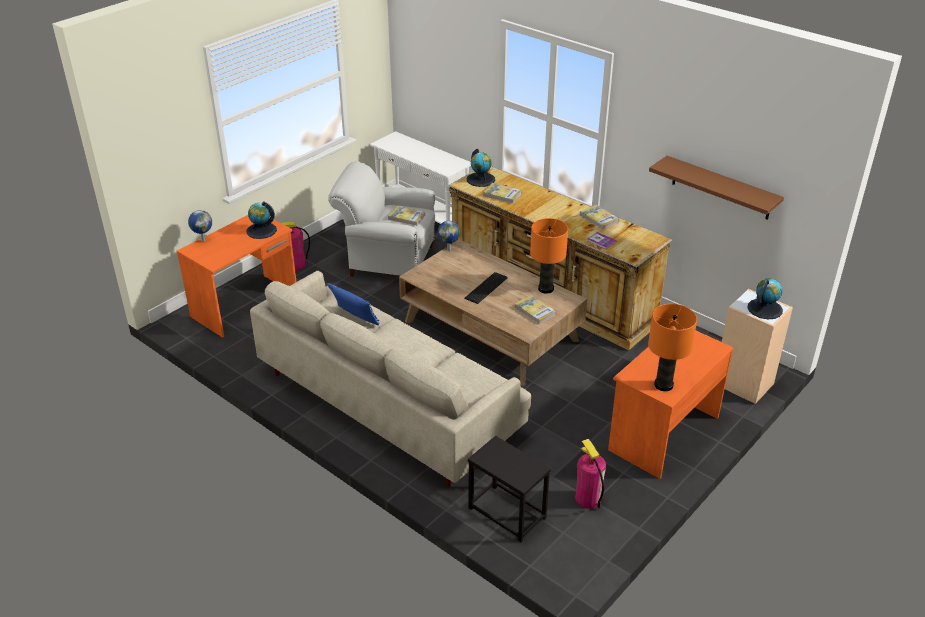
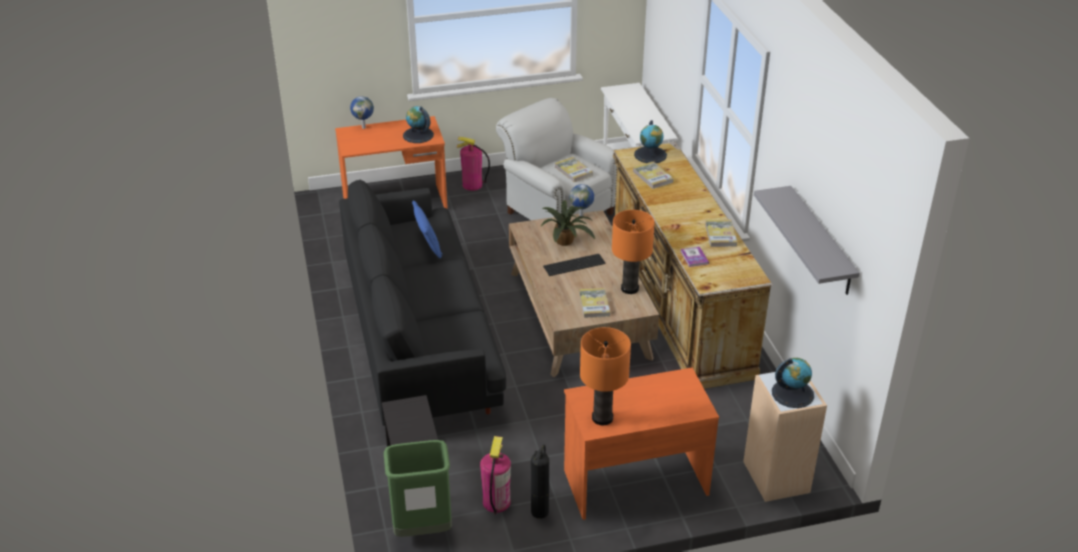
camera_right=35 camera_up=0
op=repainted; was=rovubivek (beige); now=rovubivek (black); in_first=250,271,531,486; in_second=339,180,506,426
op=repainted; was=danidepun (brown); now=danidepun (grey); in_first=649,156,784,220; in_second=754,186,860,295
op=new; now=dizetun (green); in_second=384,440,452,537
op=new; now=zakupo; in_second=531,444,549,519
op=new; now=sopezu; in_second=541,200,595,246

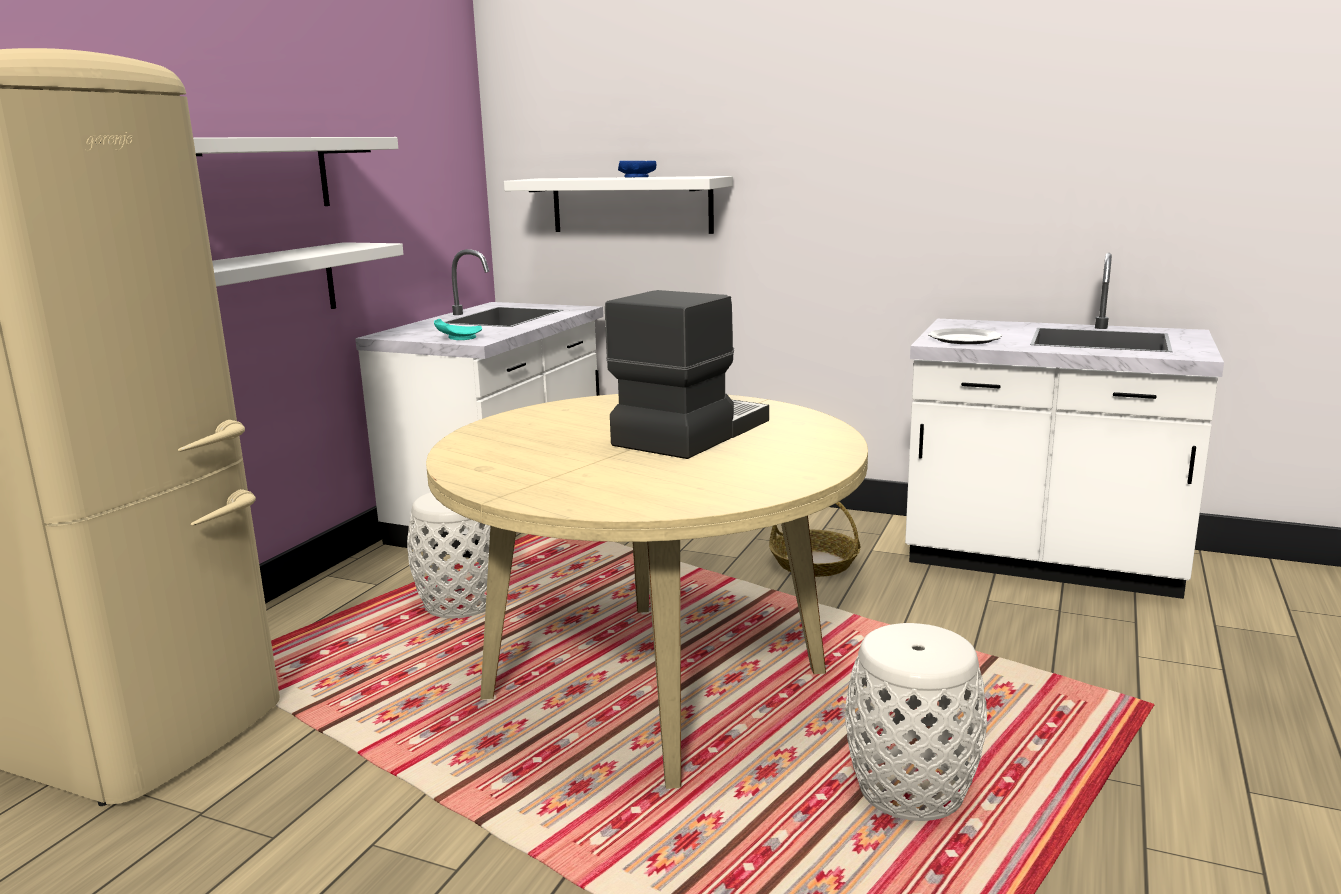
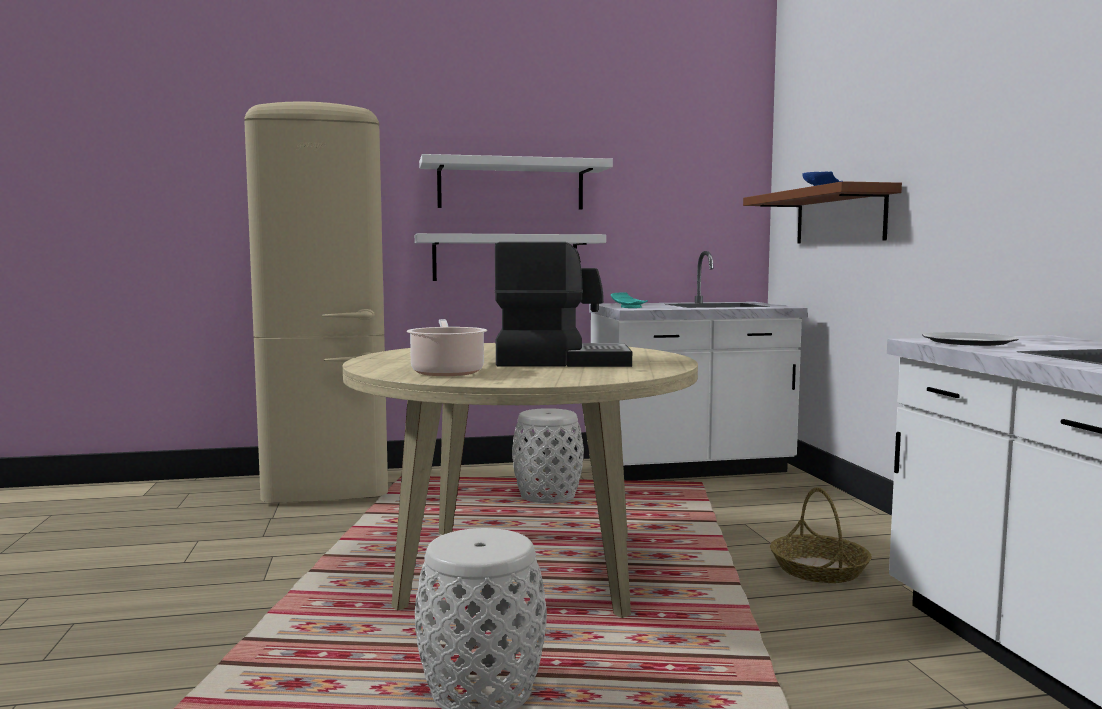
camera_right=55 camera_up=-10
op=repainted; was=danidepun (white); now=danidepun (brown); in_first=504,176,733,234; in_second=743,181,902,243
op=new; now=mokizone; in_second=406,319,487,376

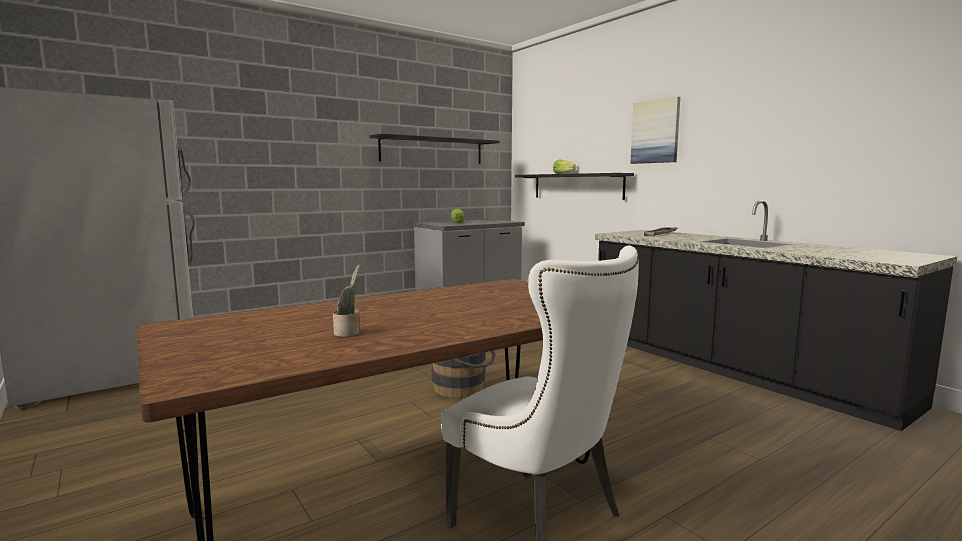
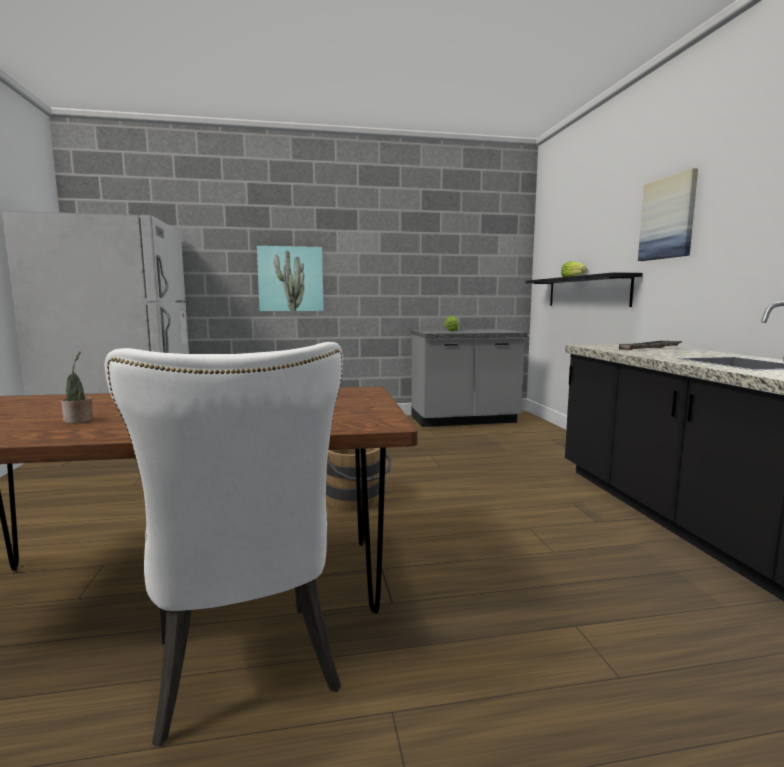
camera_right=25 camera_up=0
op=gone; was=danidepun (black); in_first=369,134,500,164
op=new; now=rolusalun; in_second=257,246,324,311

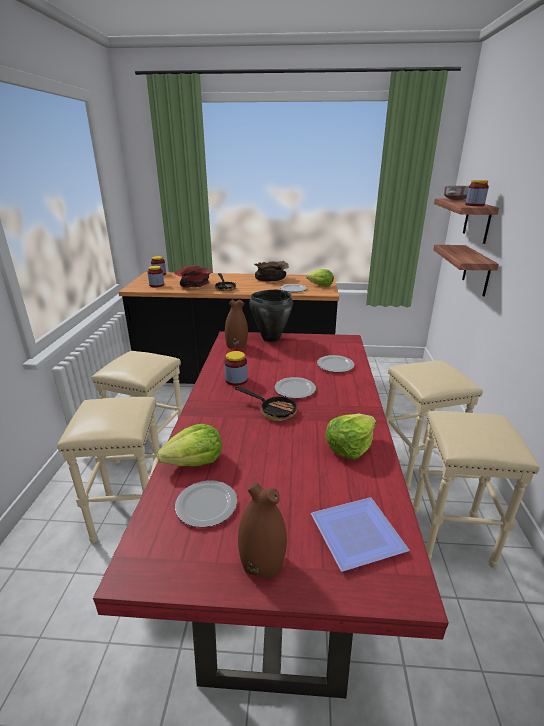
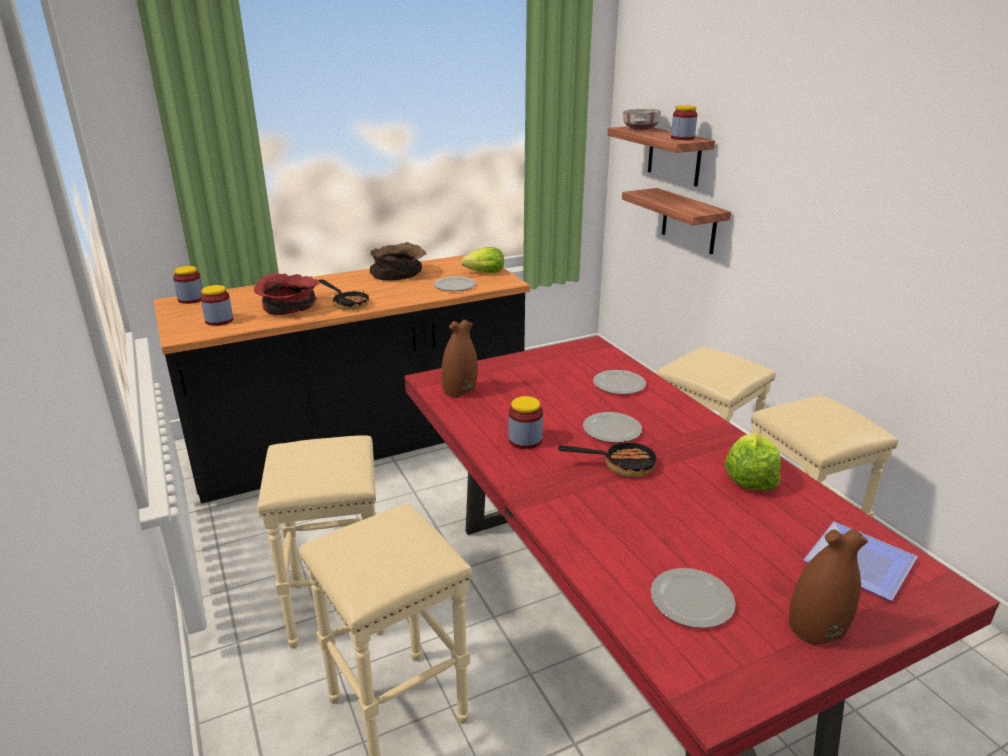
camera_right=-30 camera_up=0
op=gone; was=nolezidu; in_first=157,424,222,466
op=gone; was=mokizone (black); in_first=249,290,293,342

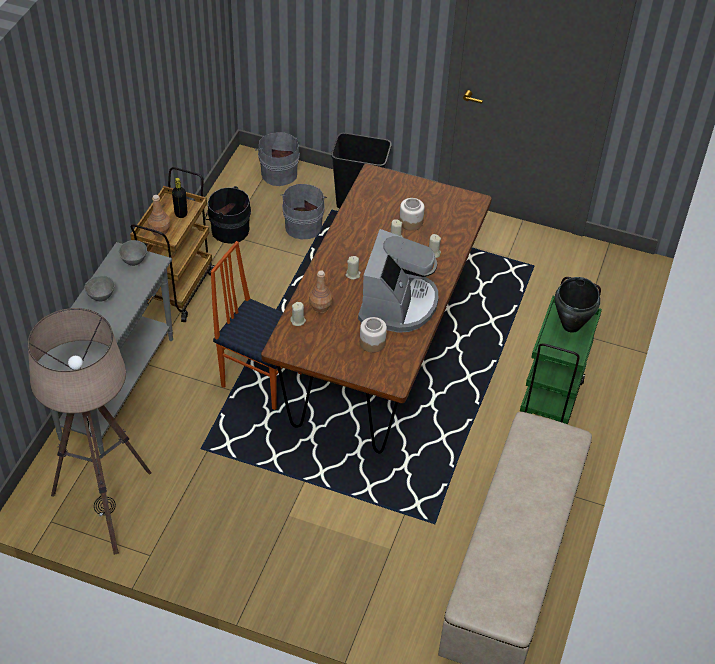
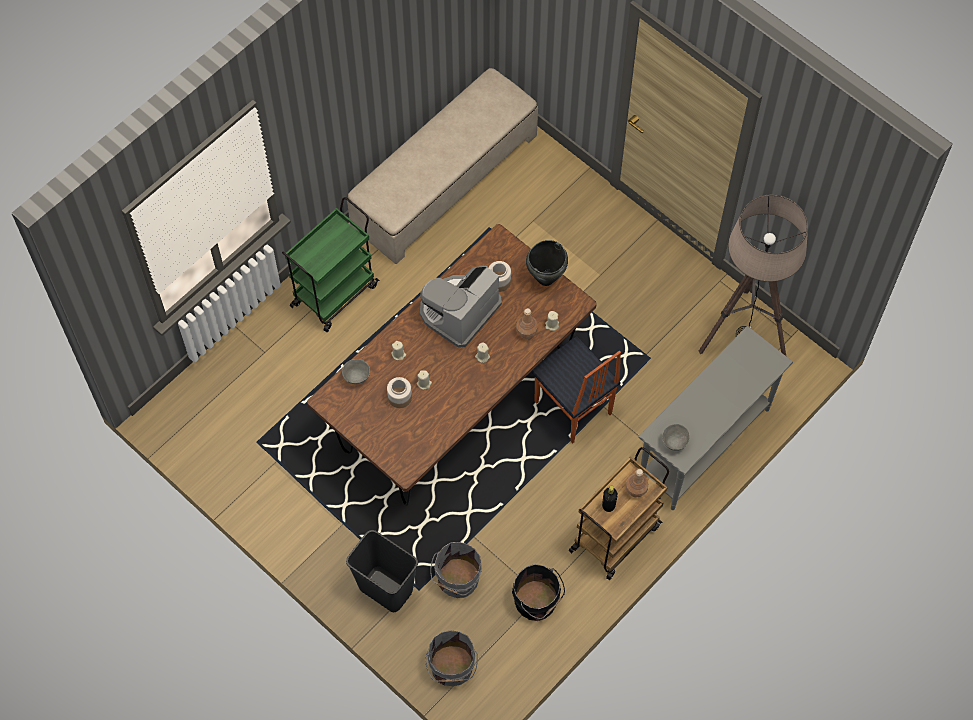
camera_right=-155 camera_up=15
op=shifted; was=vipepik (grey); in_first=84,276,115,302; in_second=342,359,370,384
op=shifted; was=mokizone (black); in_first=555,277,600,333; in_second=526,240,568,286

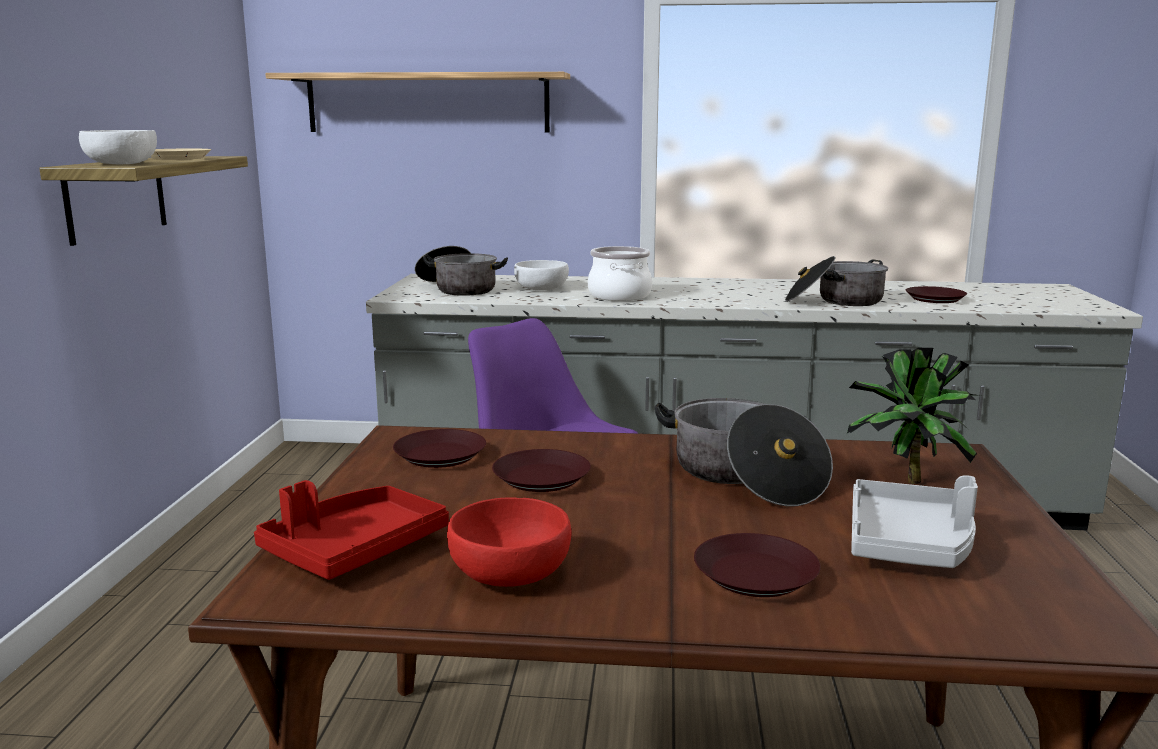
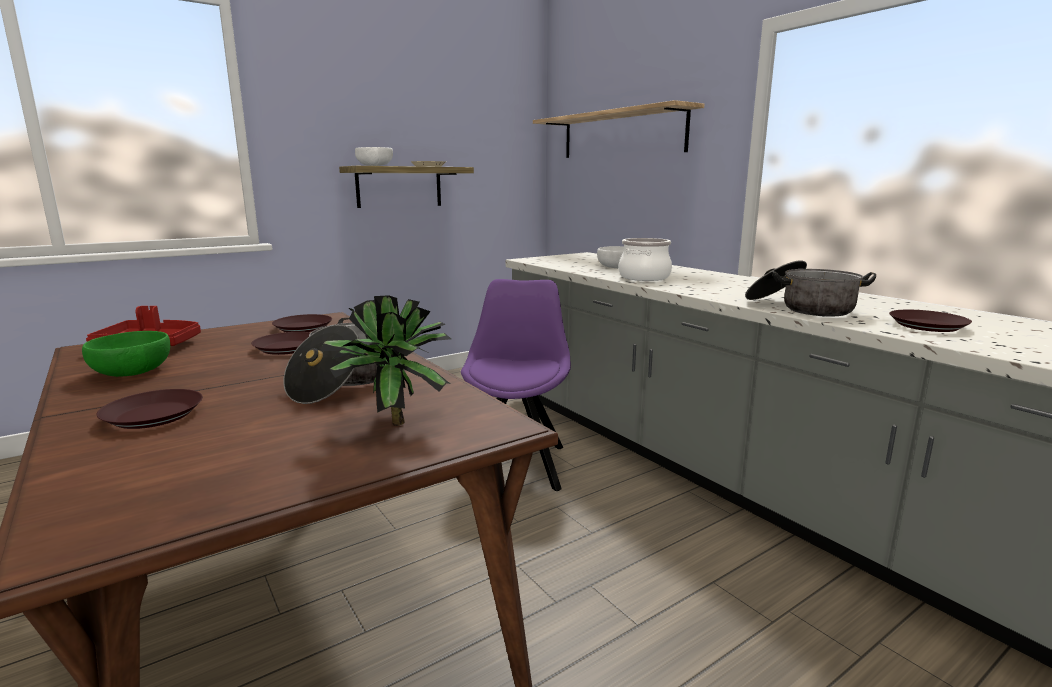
camera_right=50 camera_up=0
op=gone; was=mokizone; in_first=415,246,508,296
op=repainted; was=vipepik (red); now=vipepik (green); in_first=447,497,572,587; in_second=82,331,170,377
op=gone; was=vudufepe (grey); in_first=851,475,978,568

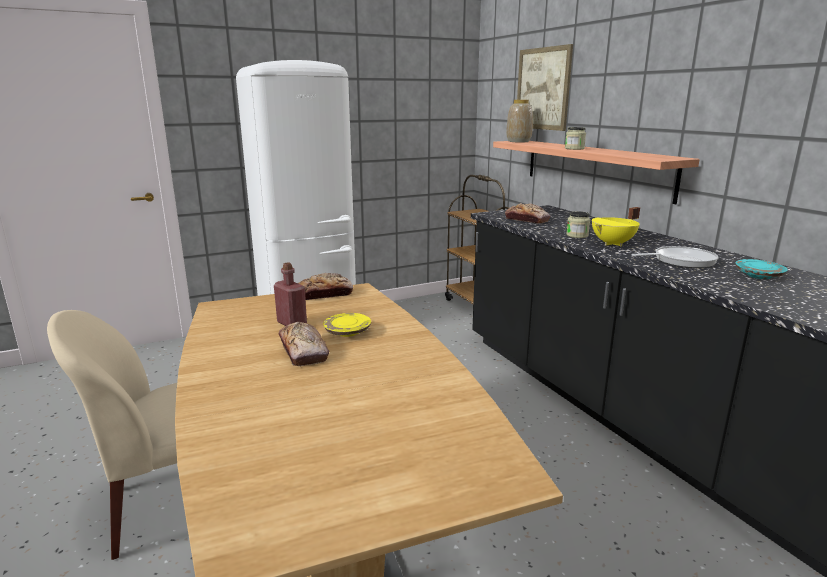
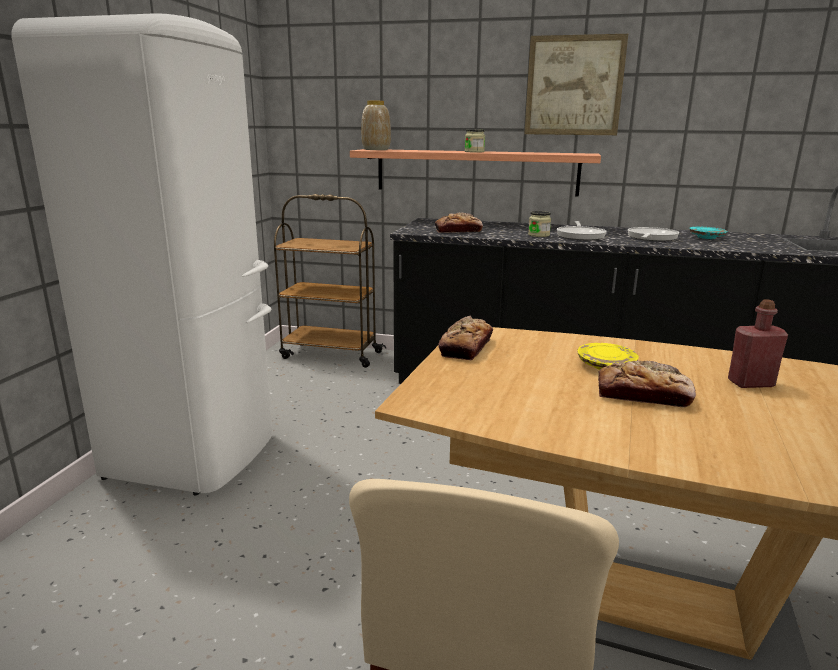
camera_right=-50 camera_up=0
op=shifted; was=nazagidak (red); in_first=274,263,307,326; in_second=728,300,788,388
op=shifted; was=rolusalun; in_first=517,44,573,131; in_second=524,34,628,135
op=swapped; was=mokizone (yellow); now=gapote; in_first=592,207,640,246; in_second=557,221,607,240

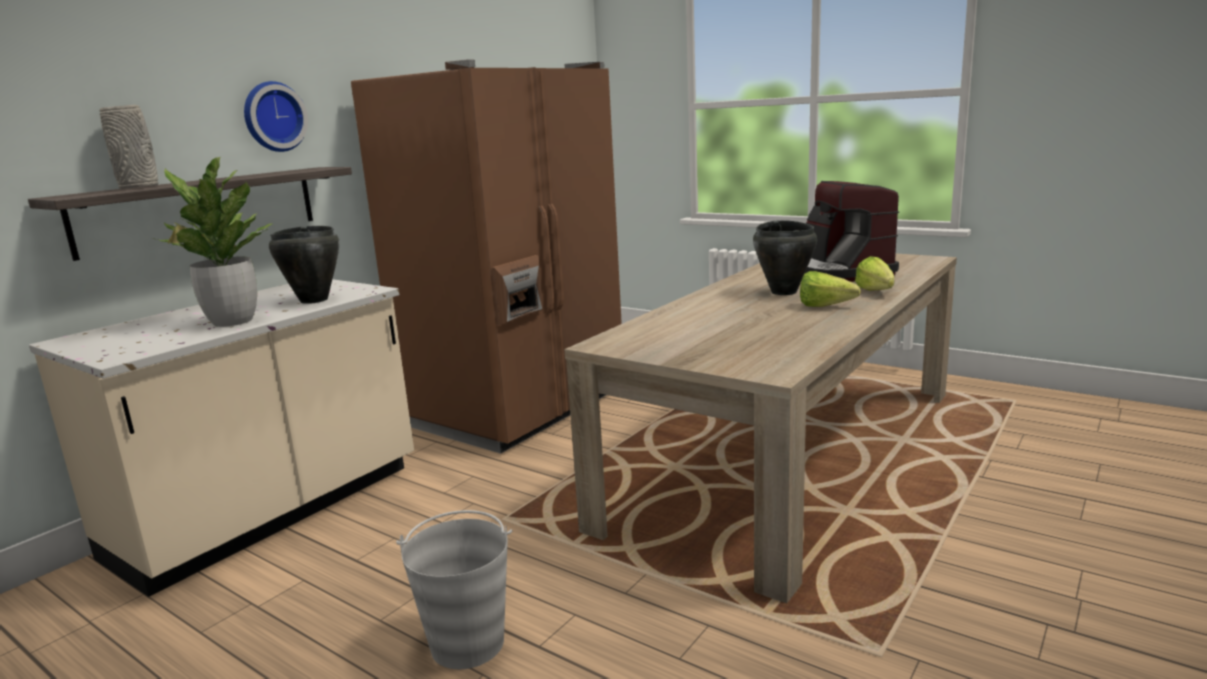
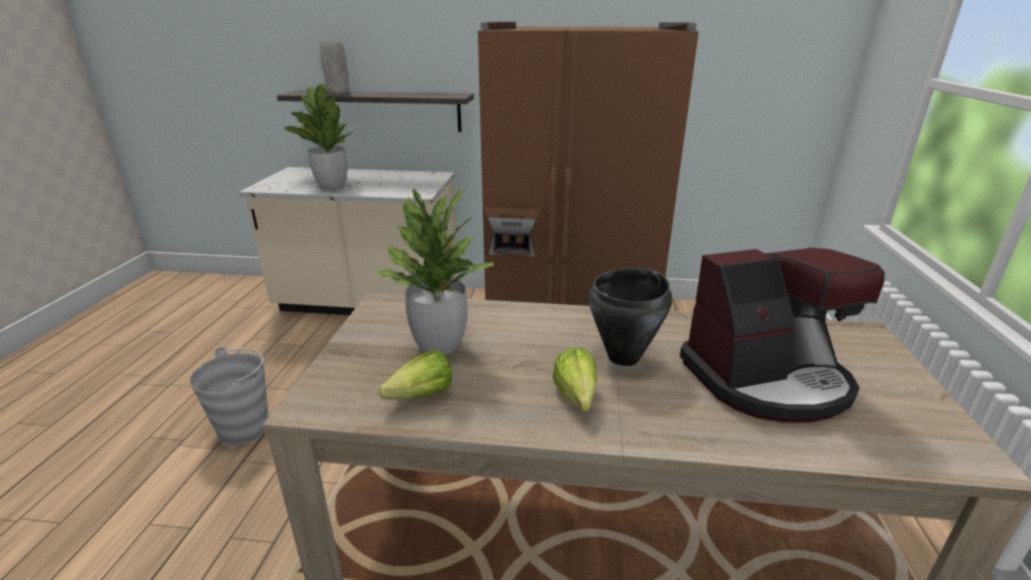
camera_right=60 camera_up=10
op=gone; was=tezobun; in_first=244,81,308,152
op=gone; was=mokizone (black); in_first=269,226,340,304
op=rotated; was=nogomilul; in_first=805,181,899,282; in_second=680,247,885,423; clockwise=-150
op=shifted; was=nolezidu; in_first=855,256,894,291; in_second=379,350,452,399
op=new; now=sopezu; in_second=373,188,494,355

